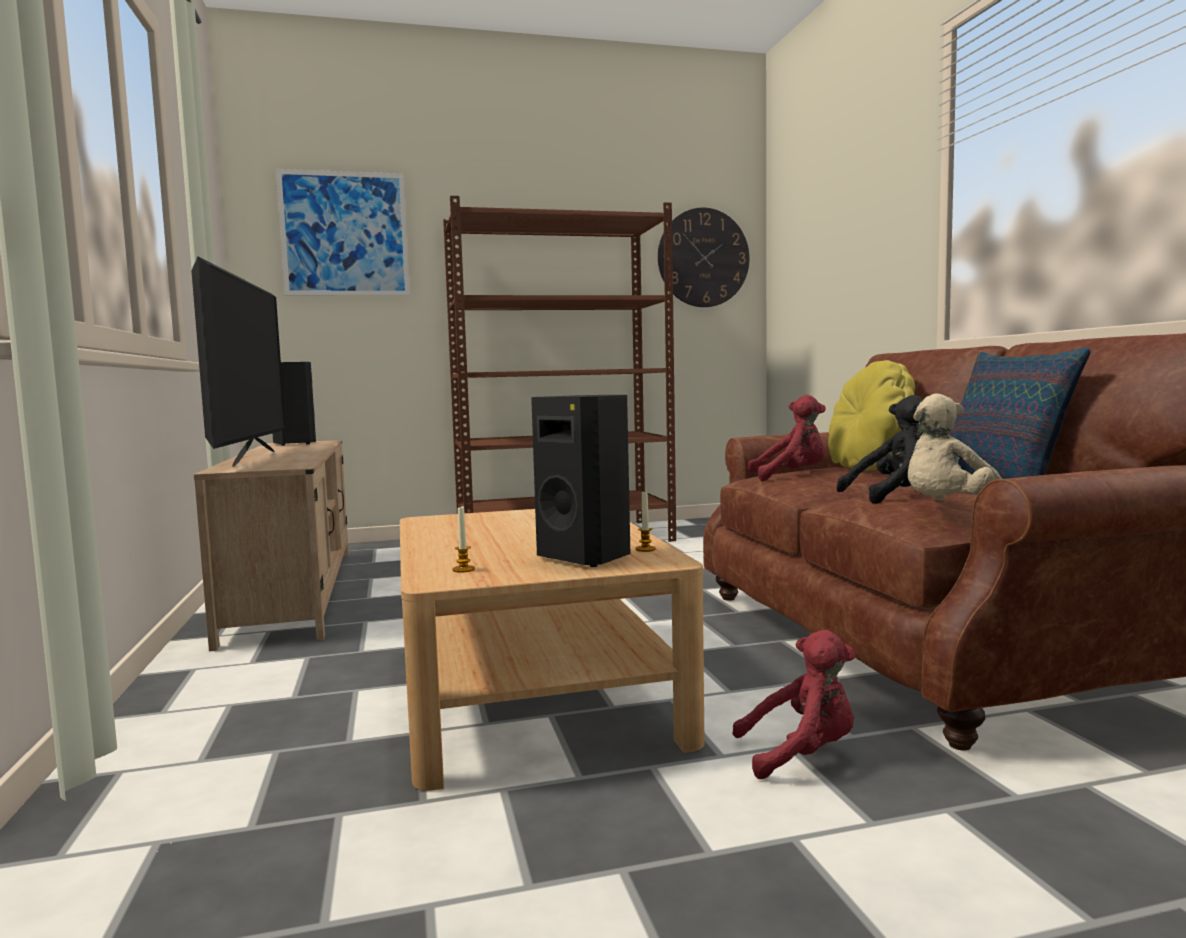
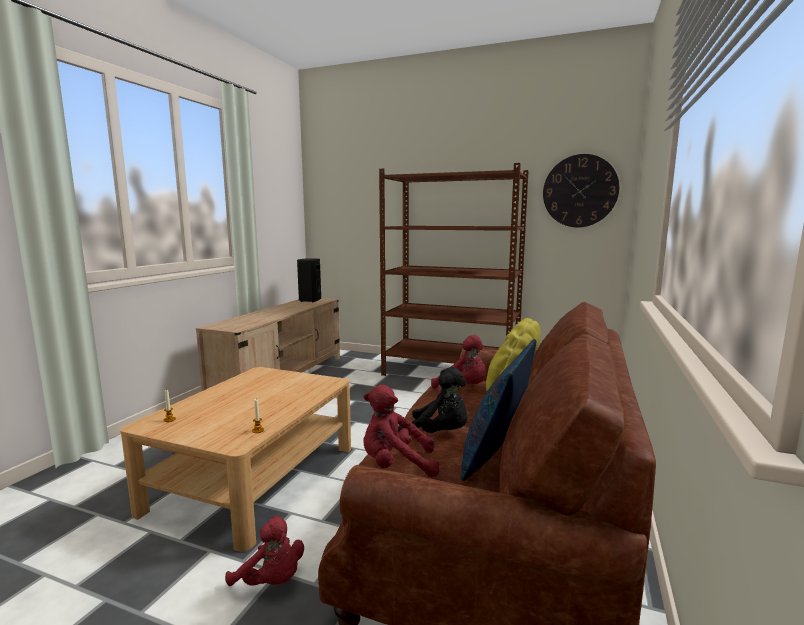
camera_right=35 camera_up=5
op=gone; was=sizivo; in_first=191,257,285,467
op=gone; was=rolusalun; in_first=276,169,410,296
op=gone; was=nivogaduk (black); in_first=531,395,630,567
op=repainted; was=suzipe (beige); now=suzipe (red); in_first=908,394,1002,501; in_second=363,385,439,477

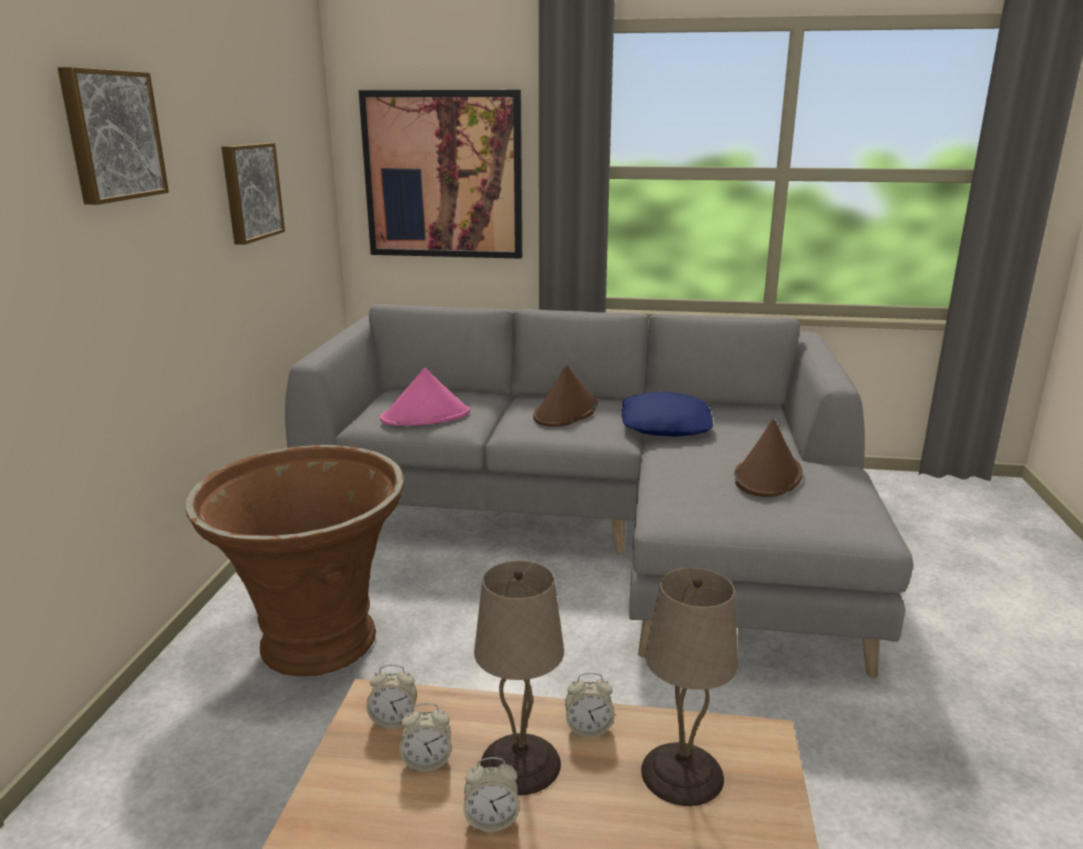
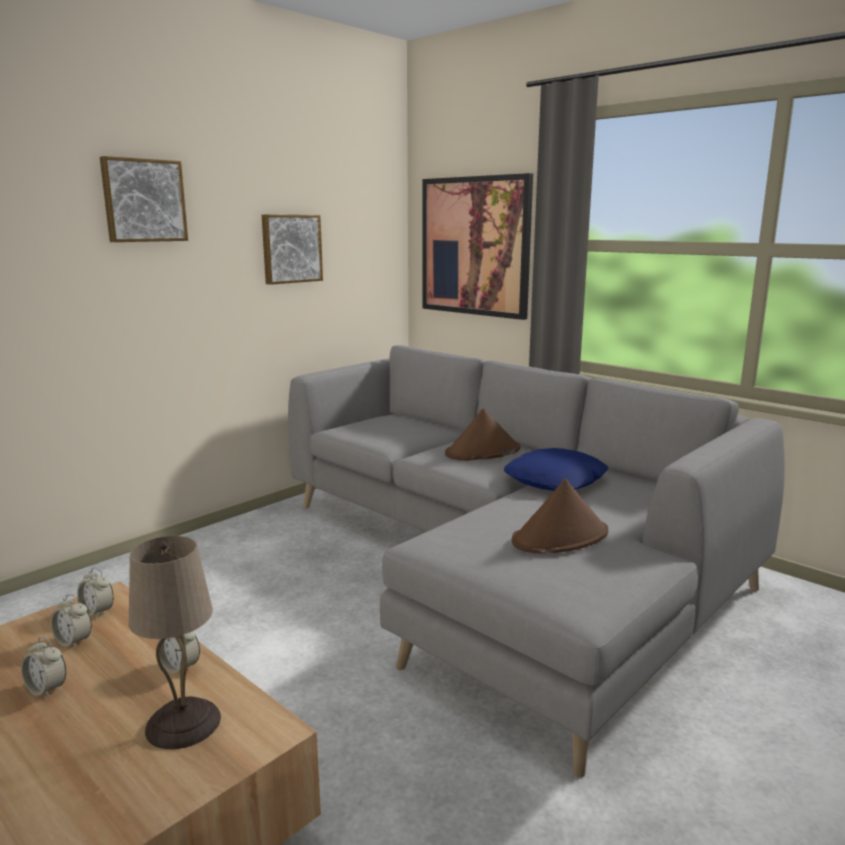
camera_right=35 camera_up=-5
op=gone; was=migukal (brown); in_first=185,445,404,676
op=gone; was=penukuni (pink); in_first=380,368,470,426
op=gone; was=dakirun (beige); in_first=474,560,564,795

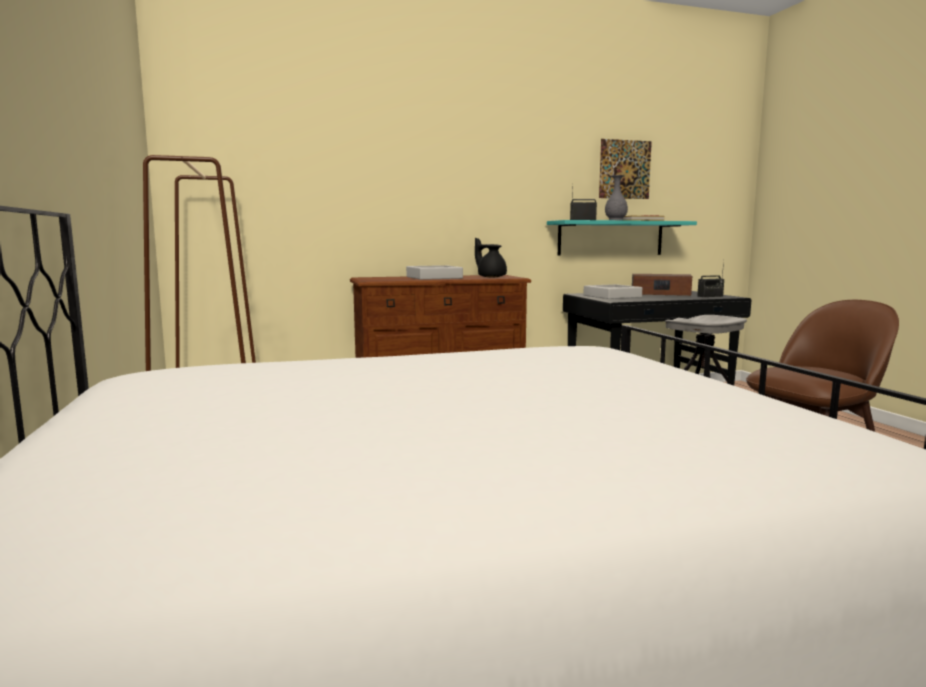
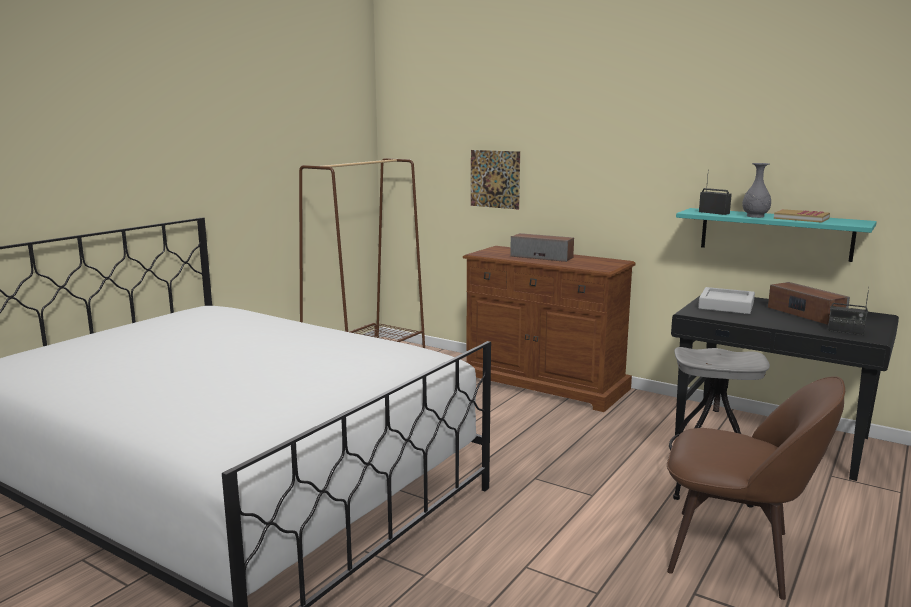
camera_right=50 camera_up=5
op=swapped; was=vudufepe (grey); now=nivogaduk; in_first=406,265,463,280; in_second=510,233,574,262
op=gone; was=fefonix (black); in_first=475,238,507,277
op=shifted; was=rolusalun; in_first=599,139,652,199; in_second=471,150,520,210

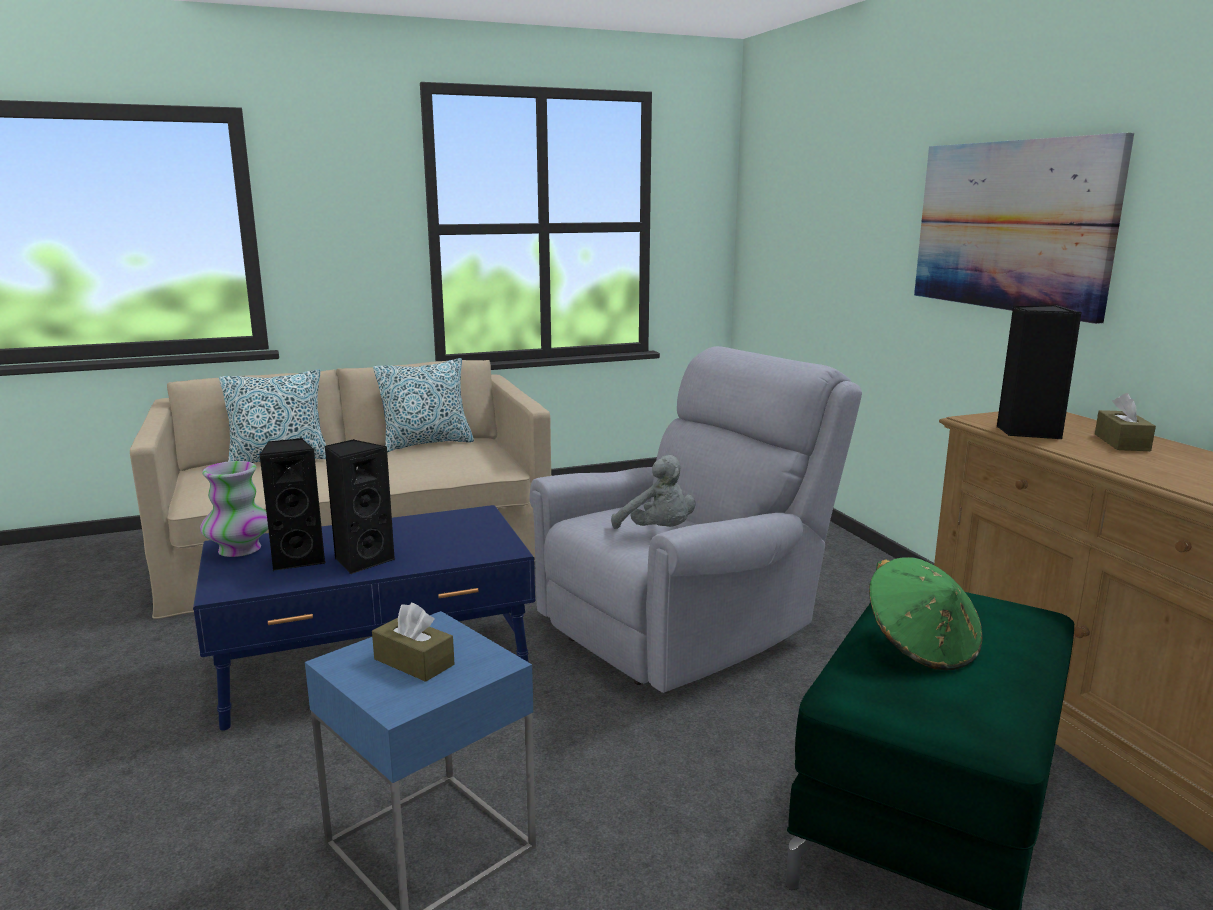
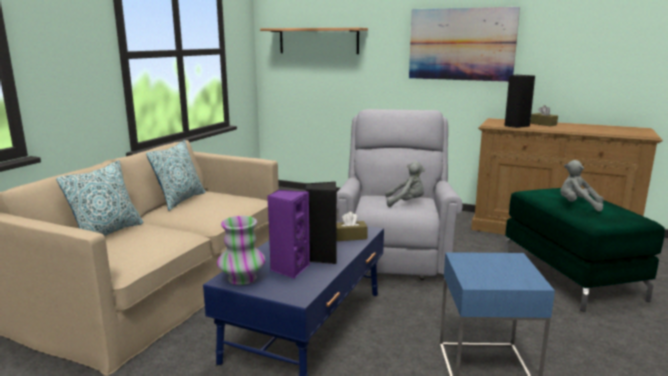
camera_right=-45 camera_up=0
op=repainted; was=nivogaduk (black); now=nivogaduk (purple); in_first=259,438,326,571; in_second=267,190,310,279
op=shifted; was=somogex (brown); in_first=372,603,455,682; in_second=337,212,368,241
op=swapped; was=penukuni (green); now=suzipe (grey); in_first=869,557,982,670; in_second=561,160,604,211
op=new; now=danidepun; in_second=260,28,368,54

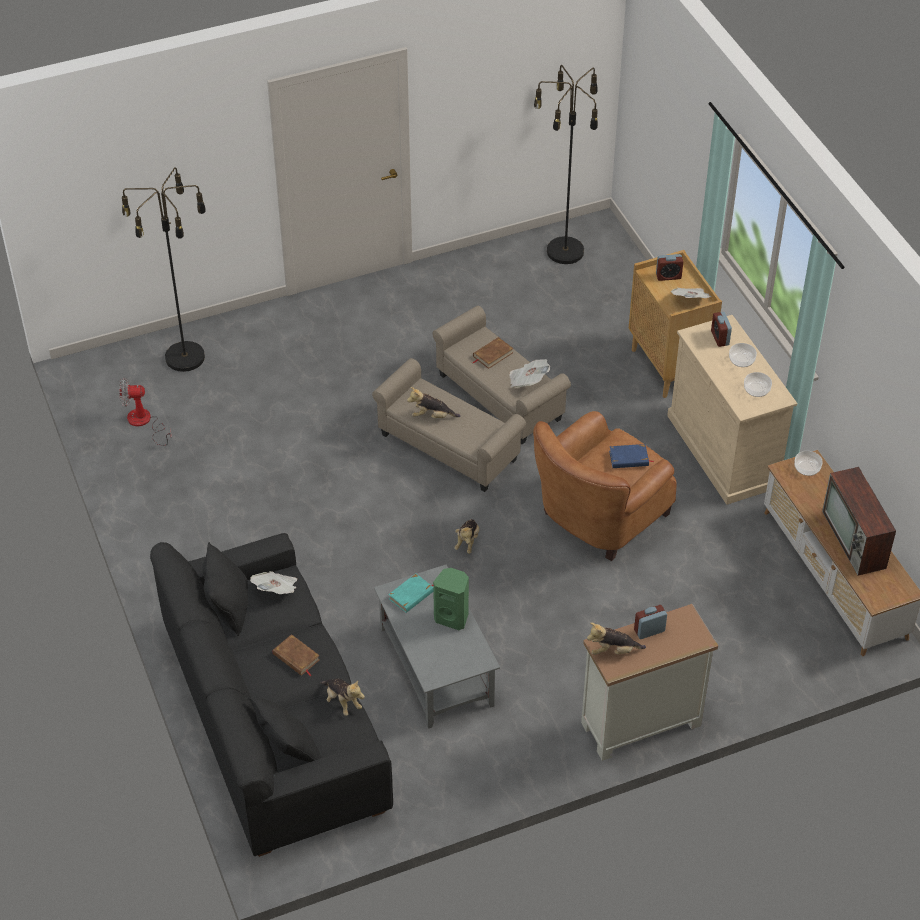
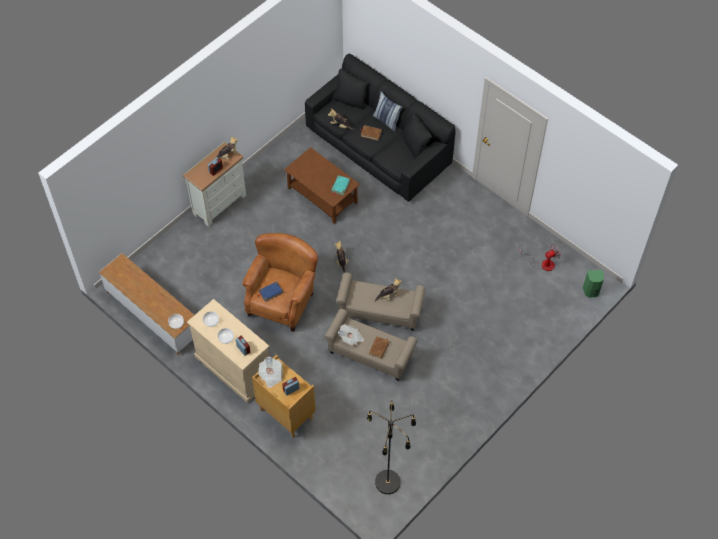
camera_right=155 camera_up=10
op=gone; was=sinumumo; in_first=122,167,206,372
op=gone; was=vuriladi; in_first=250,571,297,594
op=repainted; was=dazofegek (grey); now=dazofegek (brown); in_first=374,565,500,729; in_second=284,147,360,224
op=shifted; was=nivogaduk (green); in_first=433,568,469,630; in_second=583,270,604,297
op=gone; was=sizivo; in_first=822,467,896,576
op=new; now=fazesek; in_second=373,91,403,132

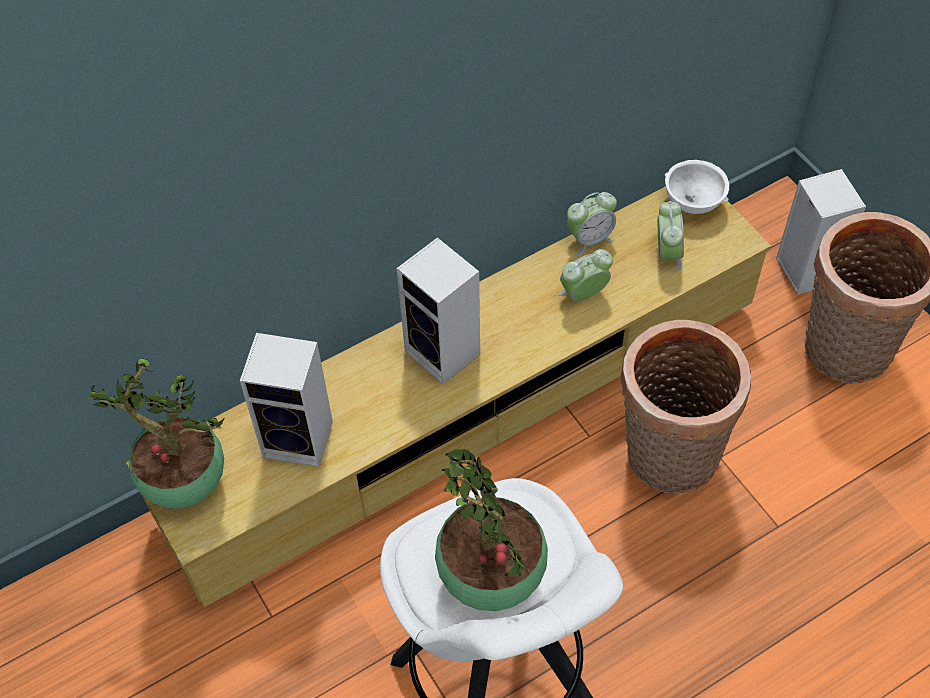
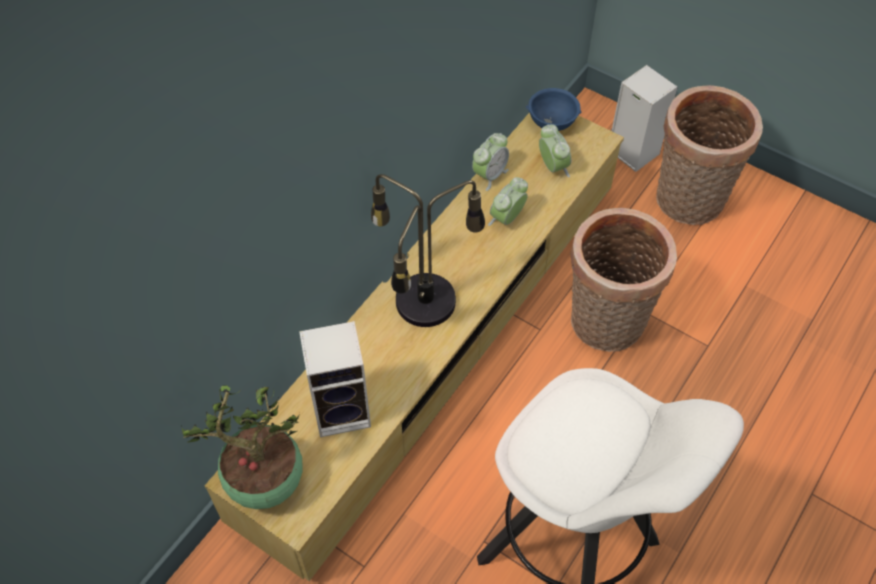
camera_right=-25 camera_up=0
op=swapped; was=nivogaduk; now=dakirun; in_first=397,237,480,385; in_second=371,174,485,327
op=gone; was=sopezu; in_first=435,449,548,611
op=repainted; was=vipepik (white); now=vipepik (blue); in_first=665,160,729,214; in_second=526,88,582,131

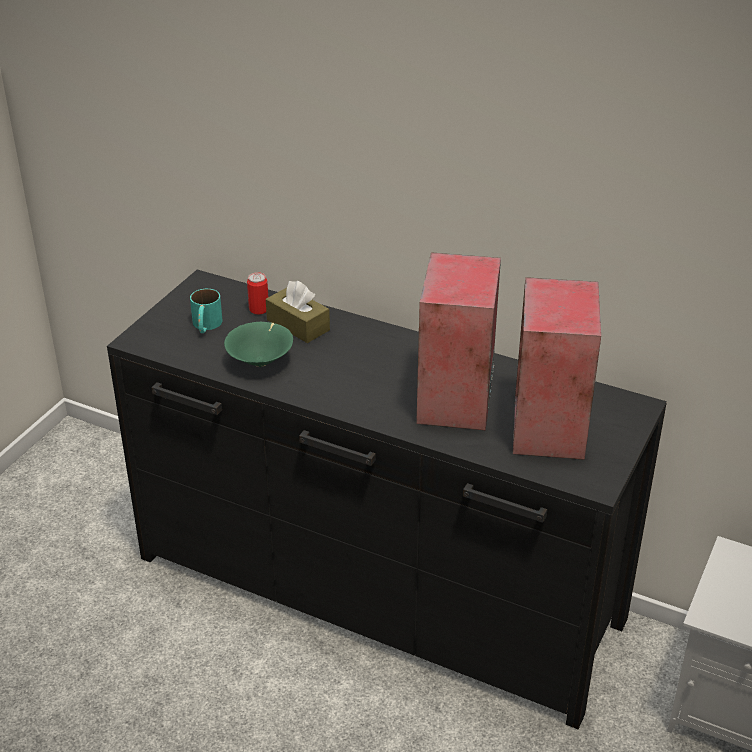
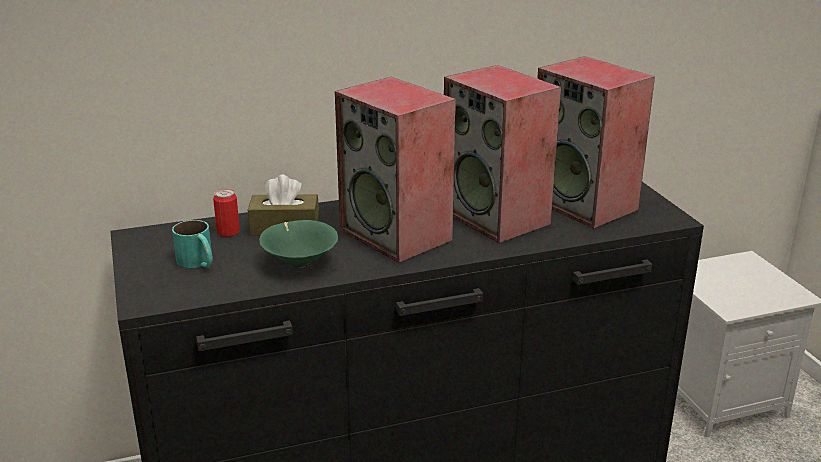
camera_right=-45 camera_up=-10
op=new; now=nivogaduk; in_second=335,77,456,263

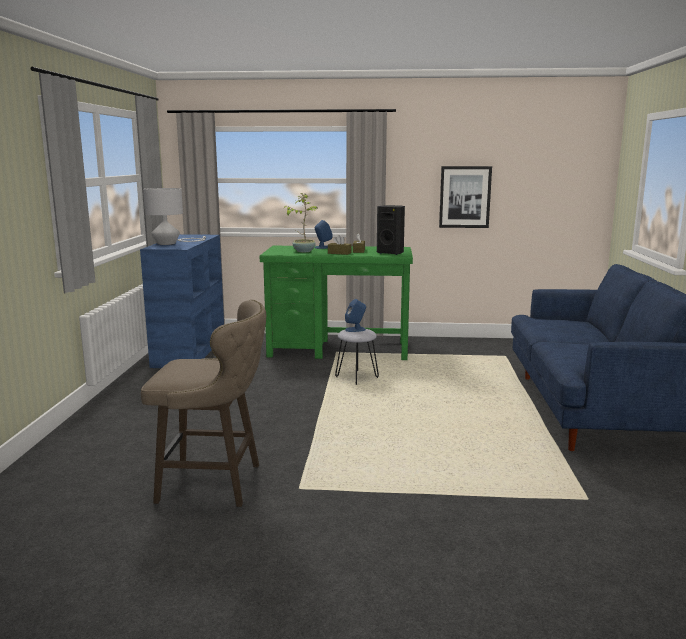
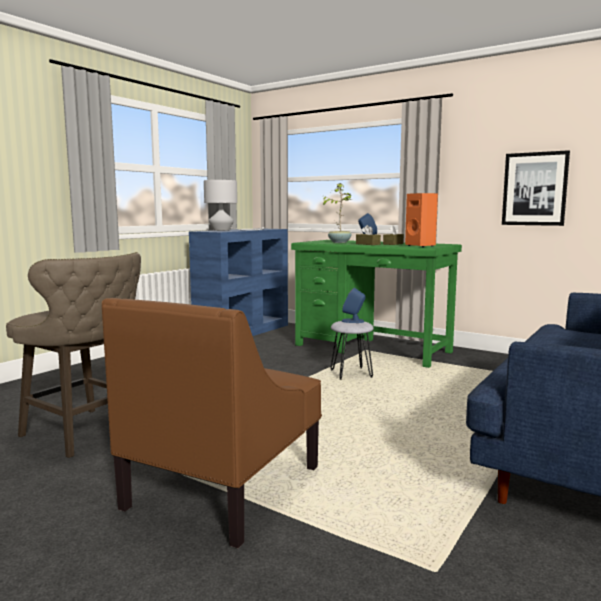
camera_right=30 camera_up=-5
op=repainted; was=nivogaduk (black); now=nivogaduk (orange); in_first=377,205,405,255; in_second=405,193,438,247
op=new; now=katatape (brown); in_second=102,298,322,548

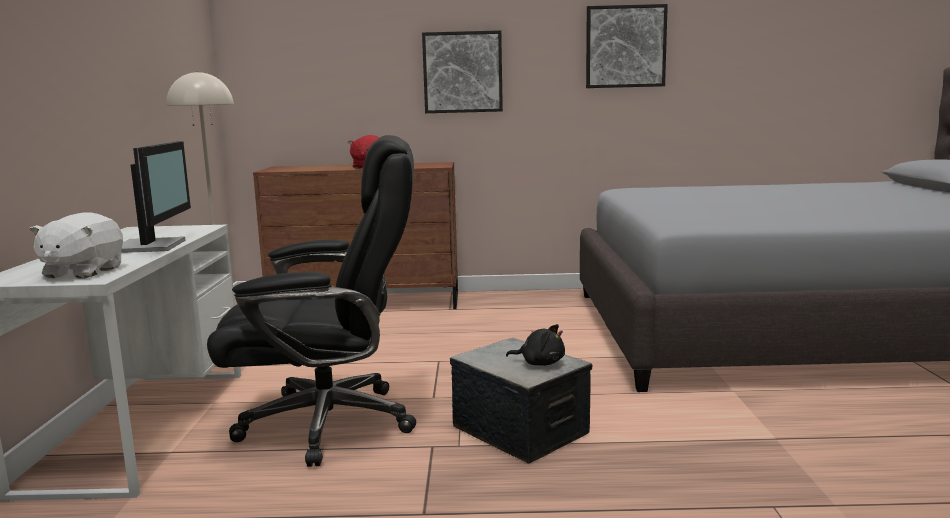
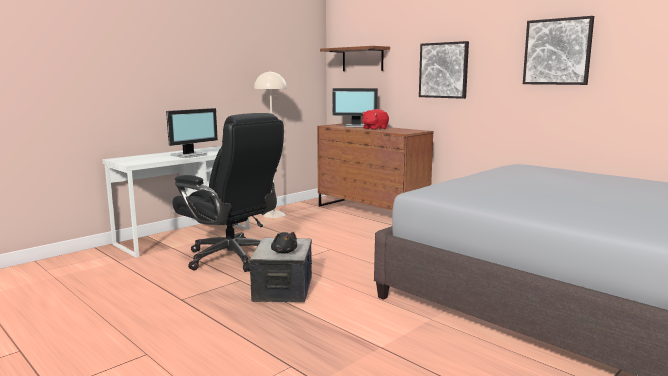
camera_right=45 camera_up=0
op=gone; was=suzipe (white); in_first=29,212,123,279
op=new; now=danidepun (brown); in_second=320,46,390,71
op=new; now=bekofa; in_second=332,88,378,127

